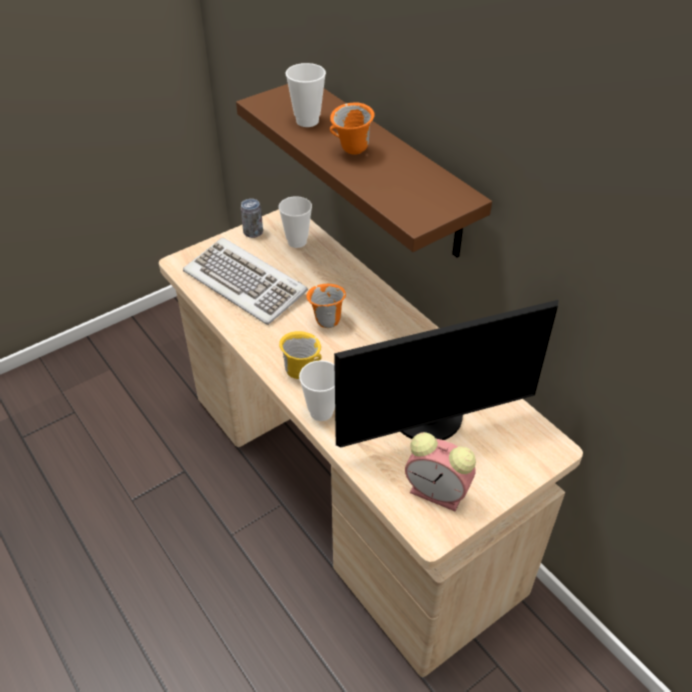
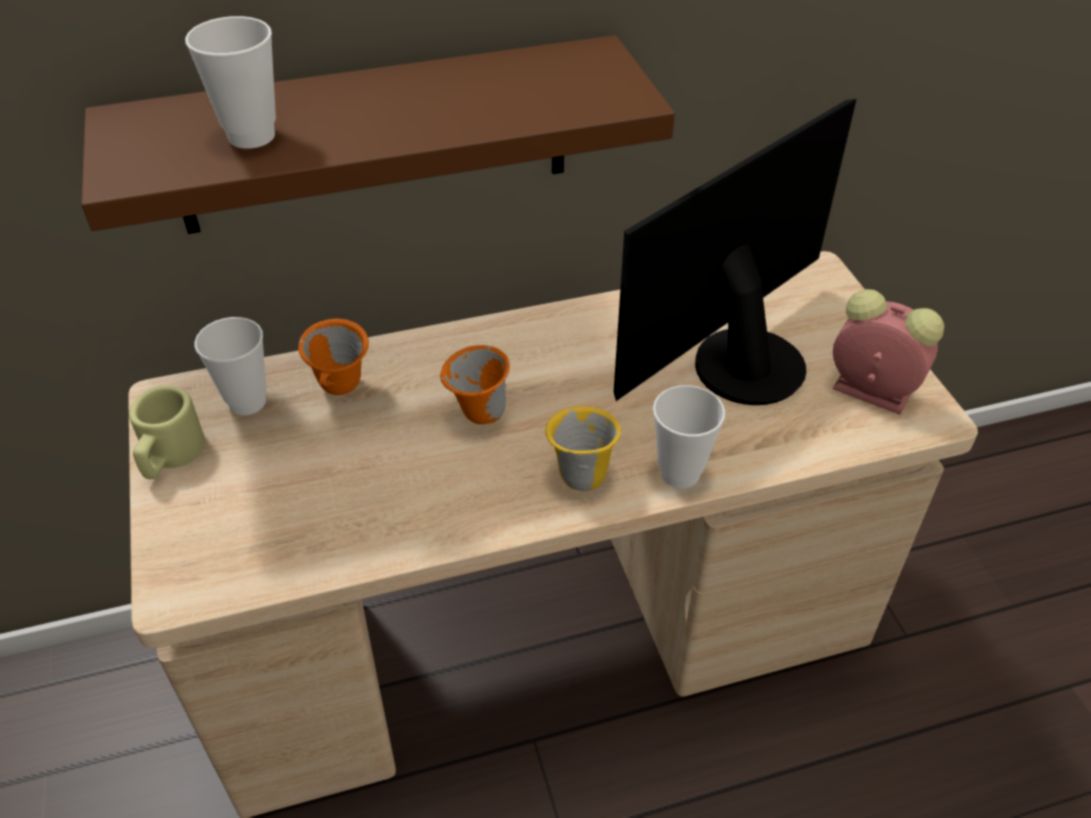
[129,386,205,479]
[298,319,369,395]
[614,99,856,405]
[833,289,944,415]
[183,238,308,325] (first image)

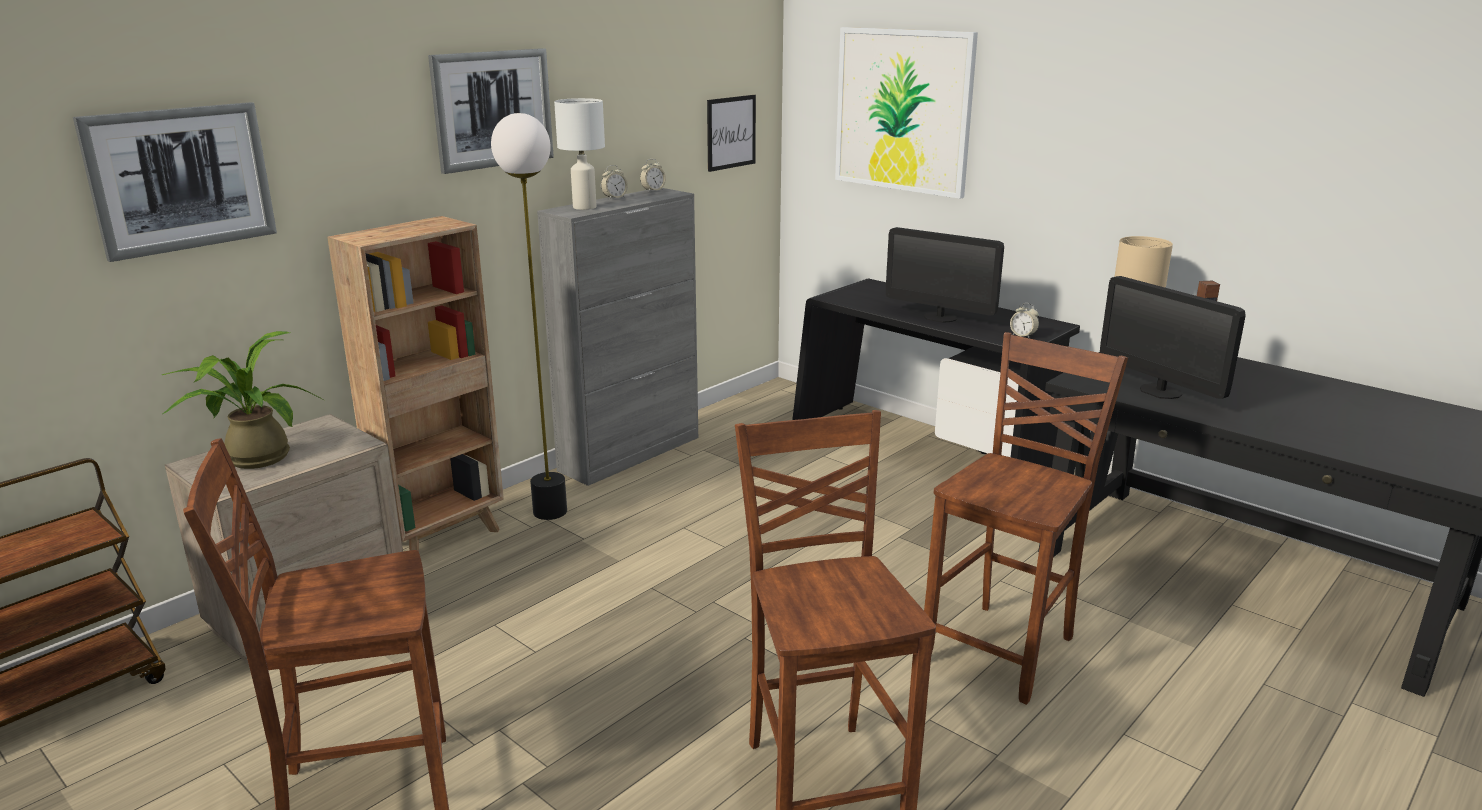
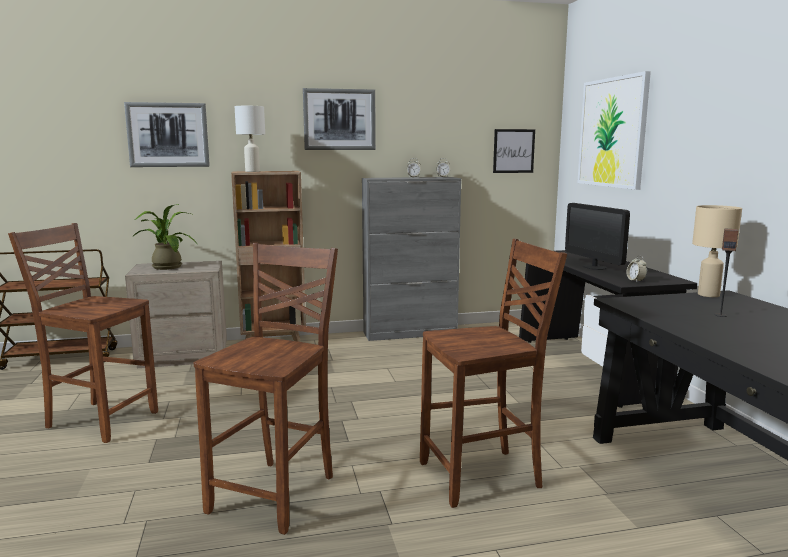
[235,106,265,172]
[491,113,567,520] (first image)
[1100,276,1246,399] (first image)

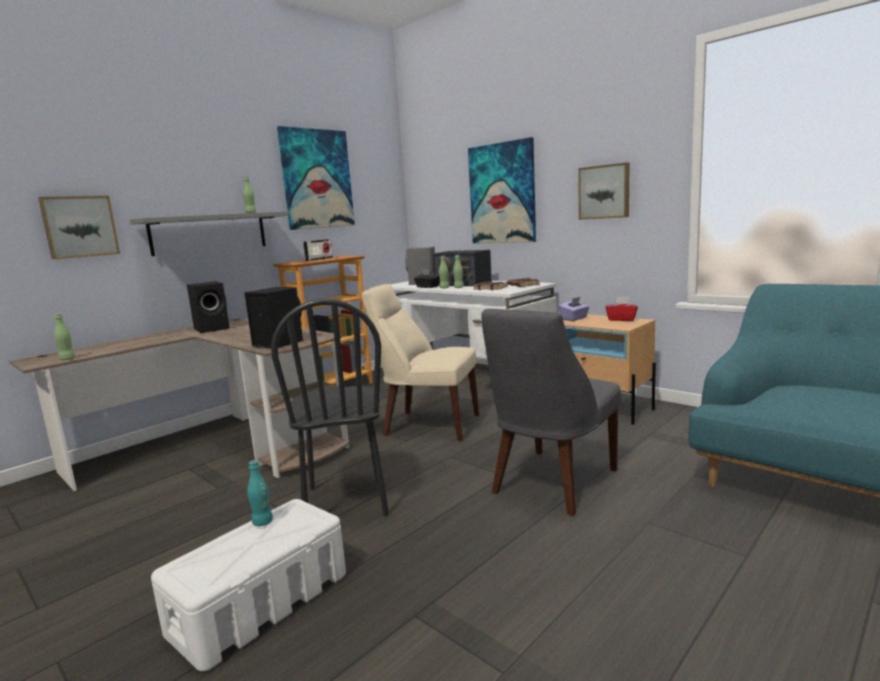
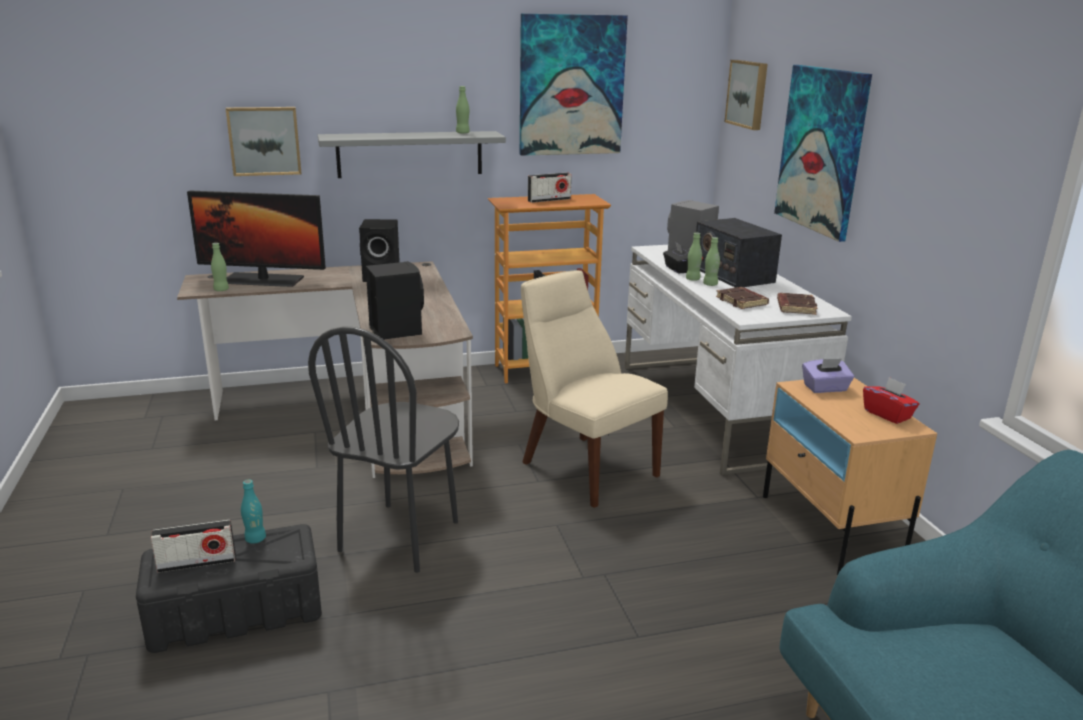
[136,524,322,653]
[151,520,236,573]
[187,191,326,287]
[724,60,768,130]
[481,309,621,516] (first image)

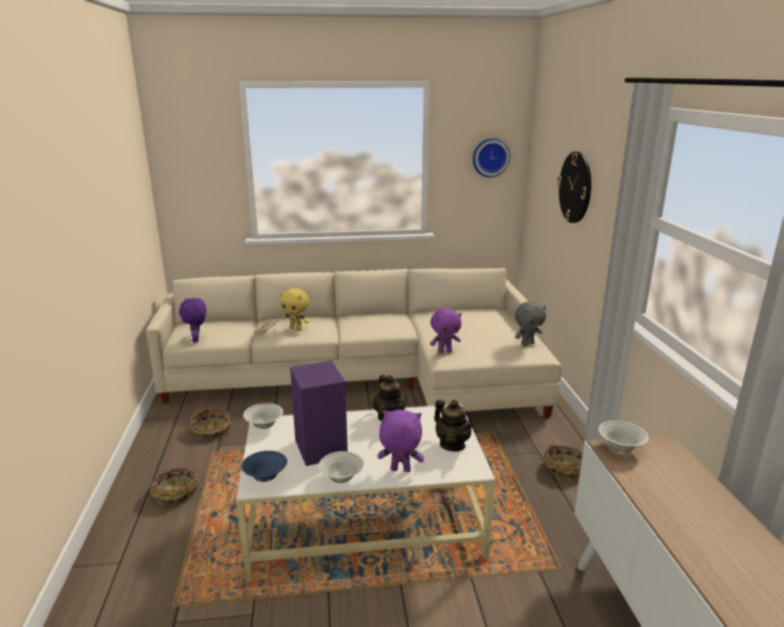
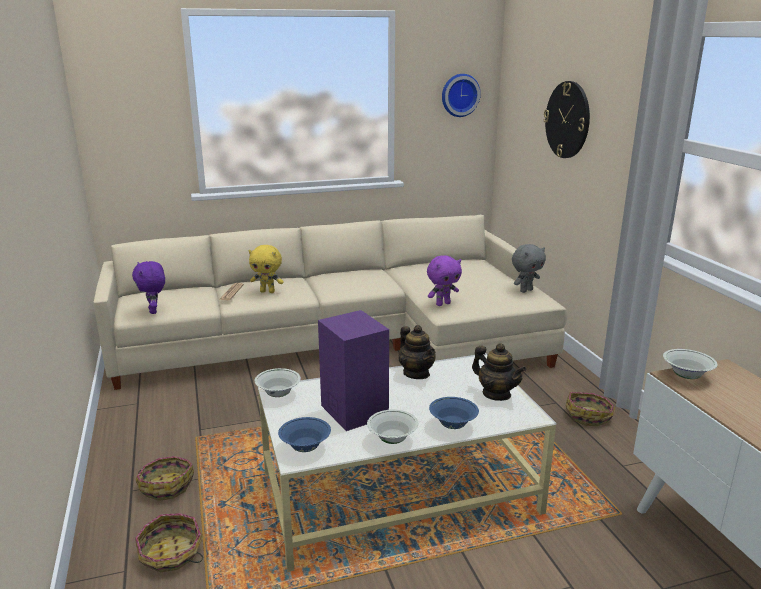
[135,513,203,572]
[429,397,479,429]

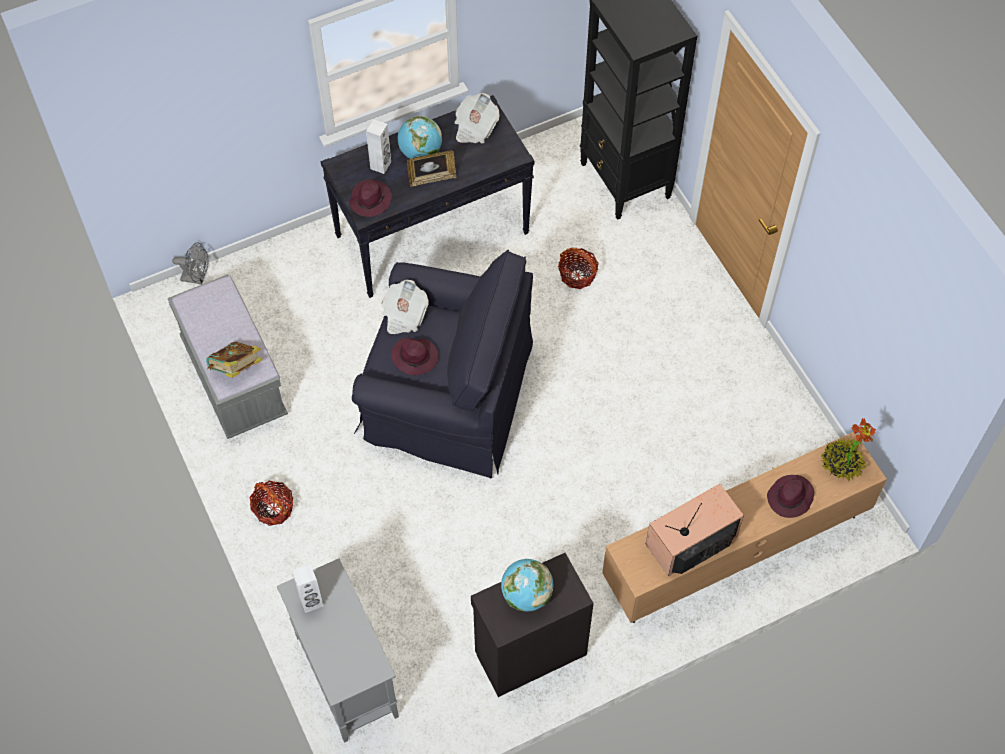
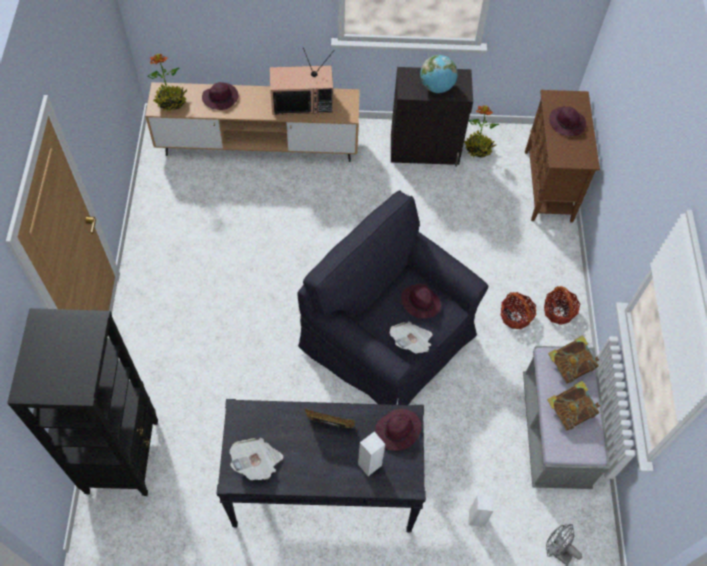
[464,105,499,158]
[469,495,494,527]
[501,292,536,329]
[525,90,600,223]
[547,381,600,430]
[549,107,586,136]
[398,116,442,159] (first image)

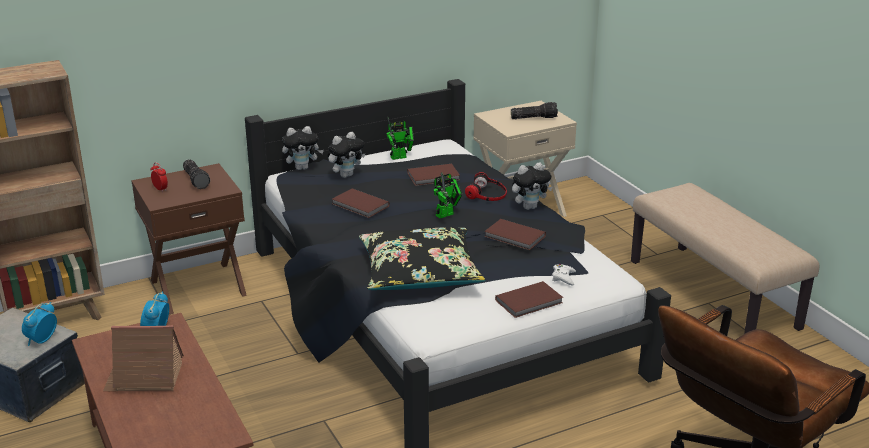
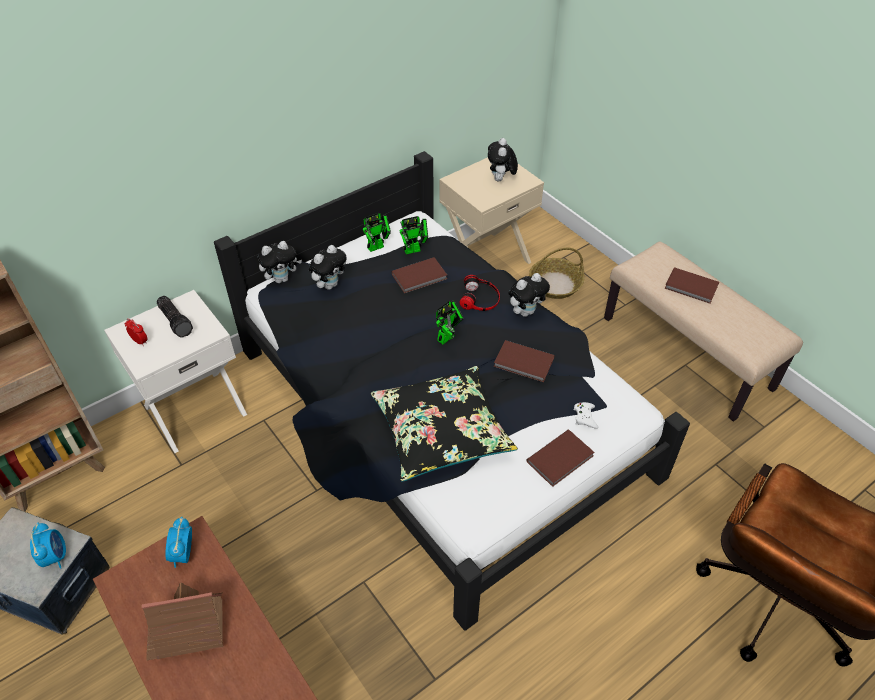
[30,522,66,569]
[104,290,247,453]
[400,216,428,255]
[488,138,518,181]
[529,247,585,299]
[664,267,719,304]

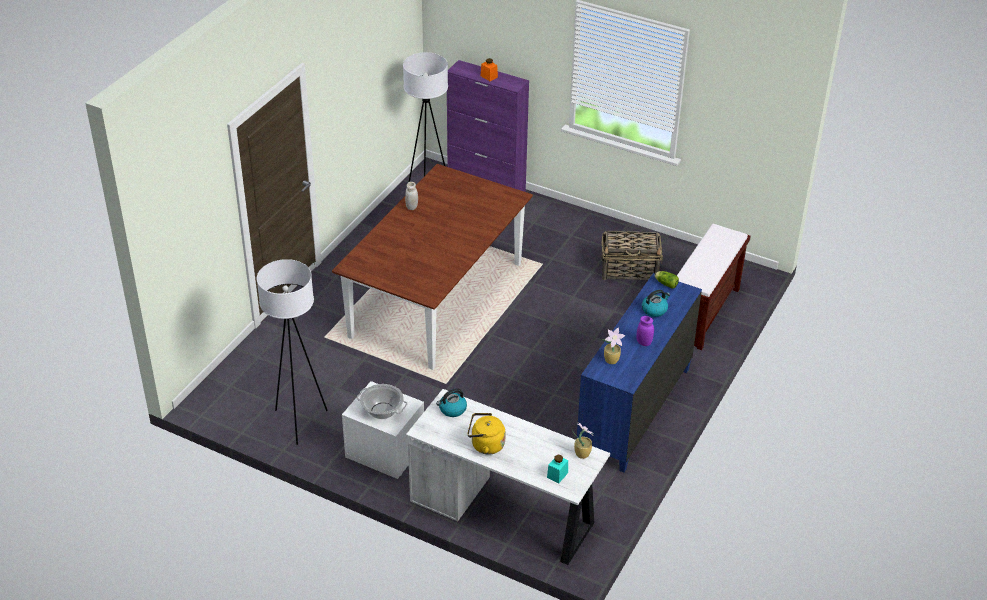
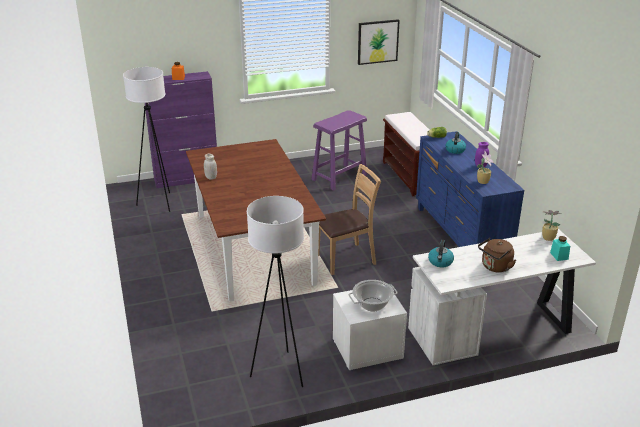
[311,110,368,191]
[318,164,381,275]
[358,19,400,65]
[478,238,516,273]

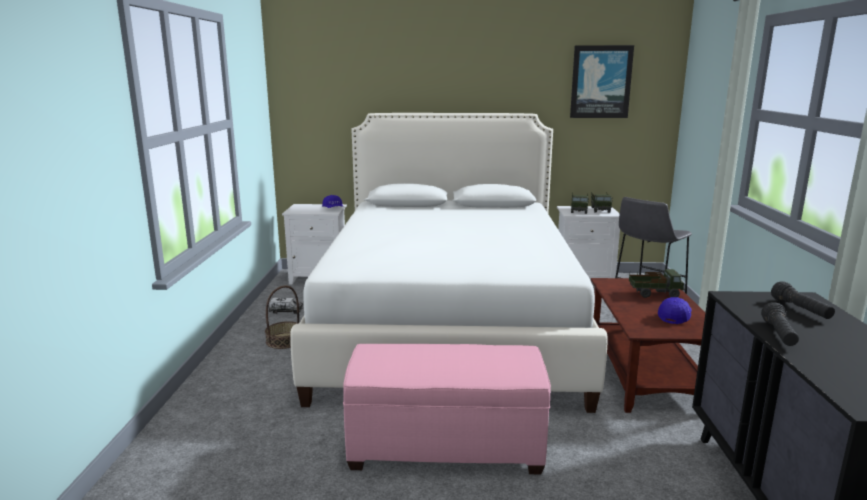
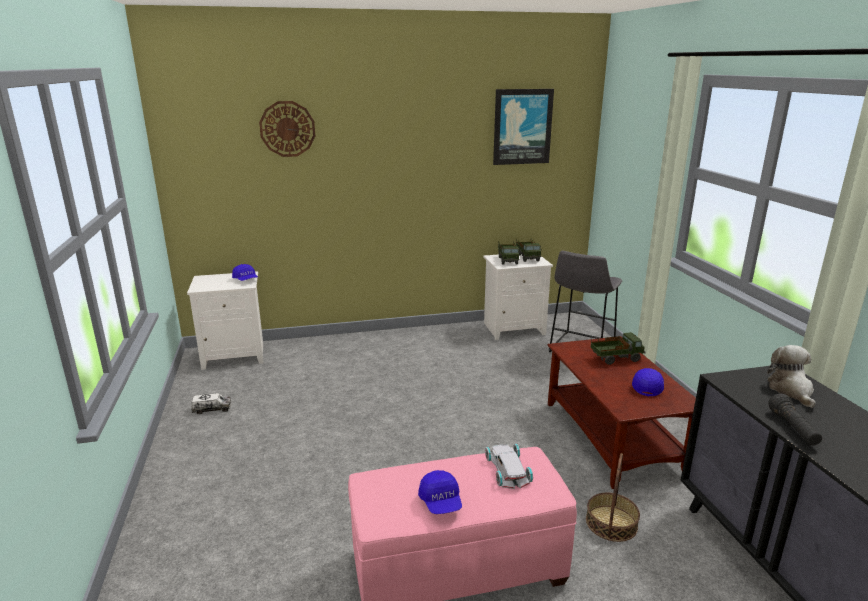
[259,101,315,157]
[418,470,462,514]
[485,444,533,489]
[586,453,640,542]
[767,345,816,408]
[290,113,607,413] (first image)

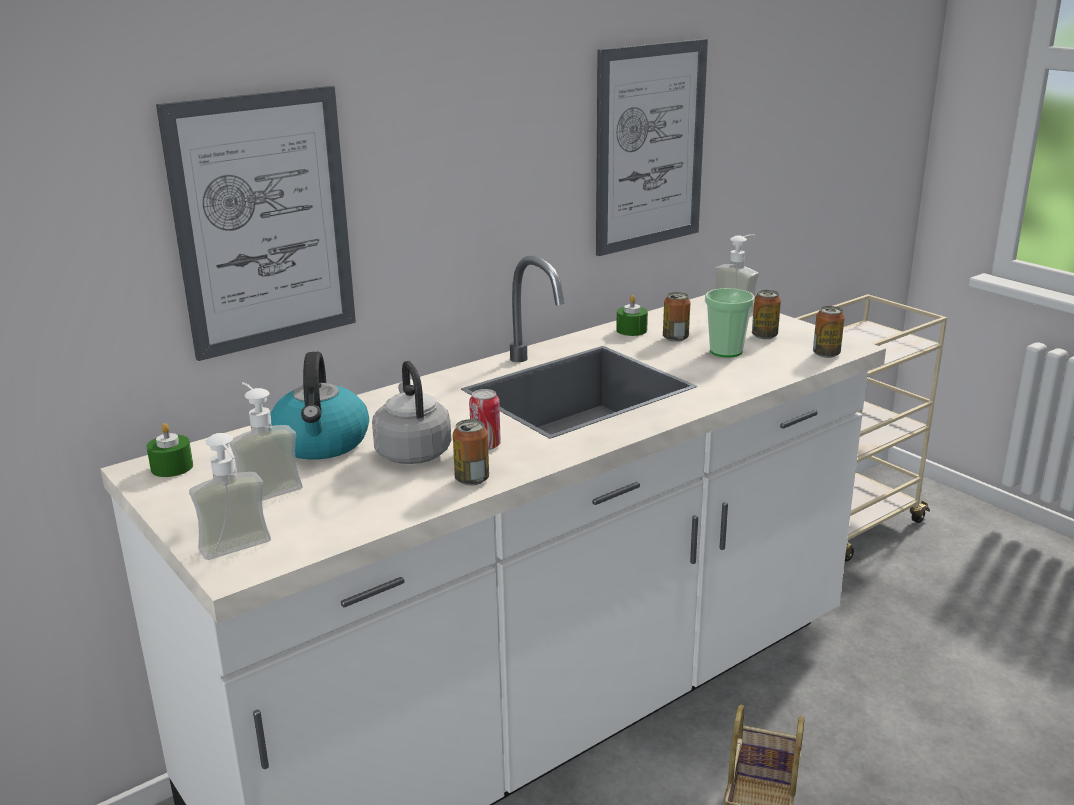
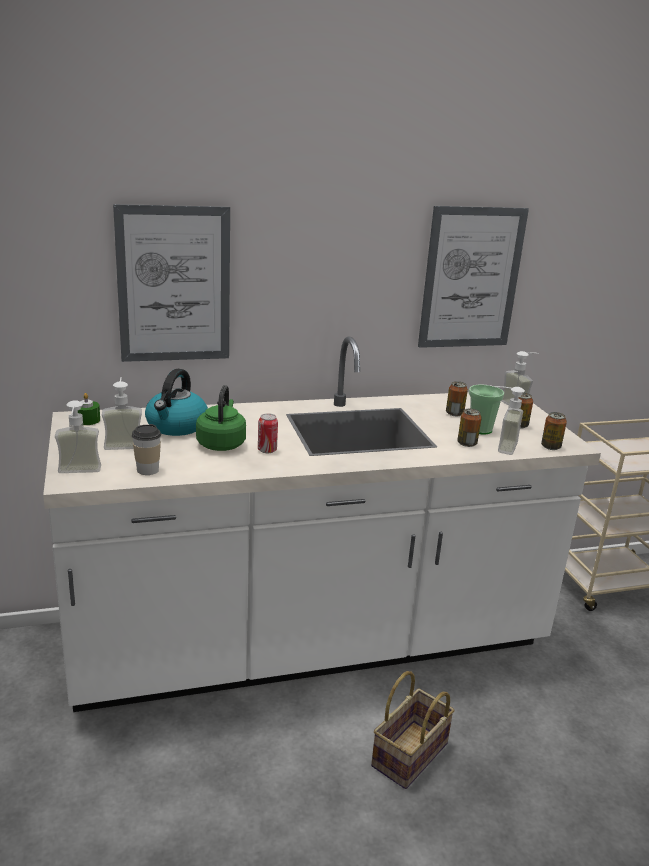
[132,424,161,475]
[196,385,246,451]
[457,409,482,447]
[494,386,525,455]
[616,295,648,336] (first image)

